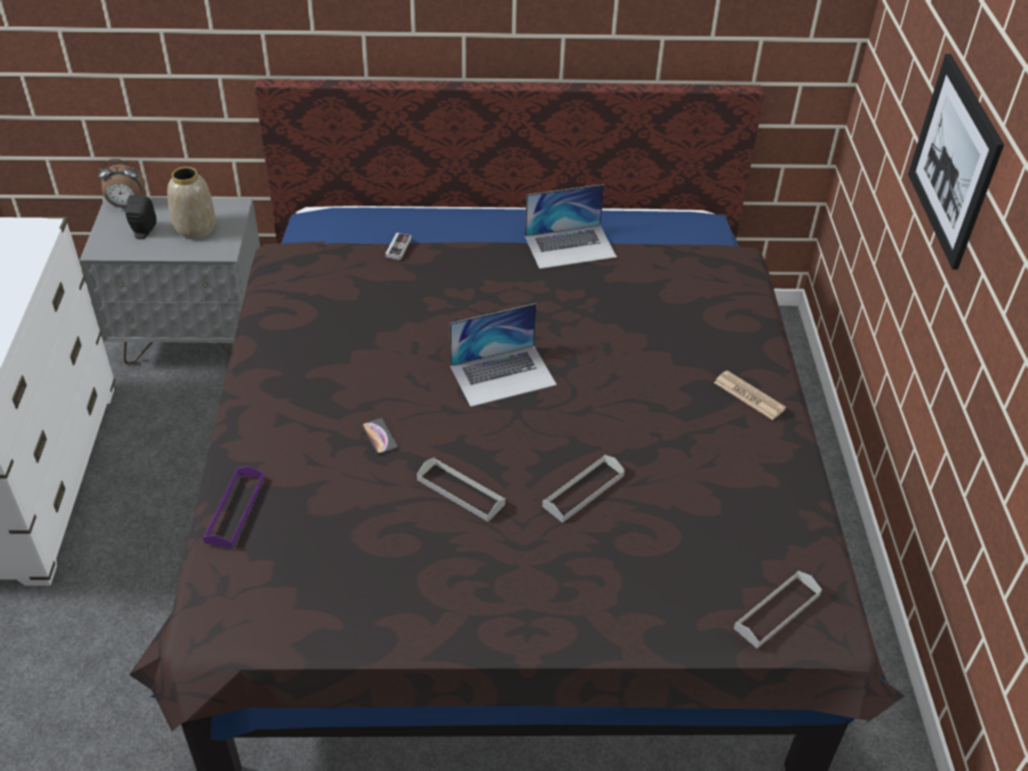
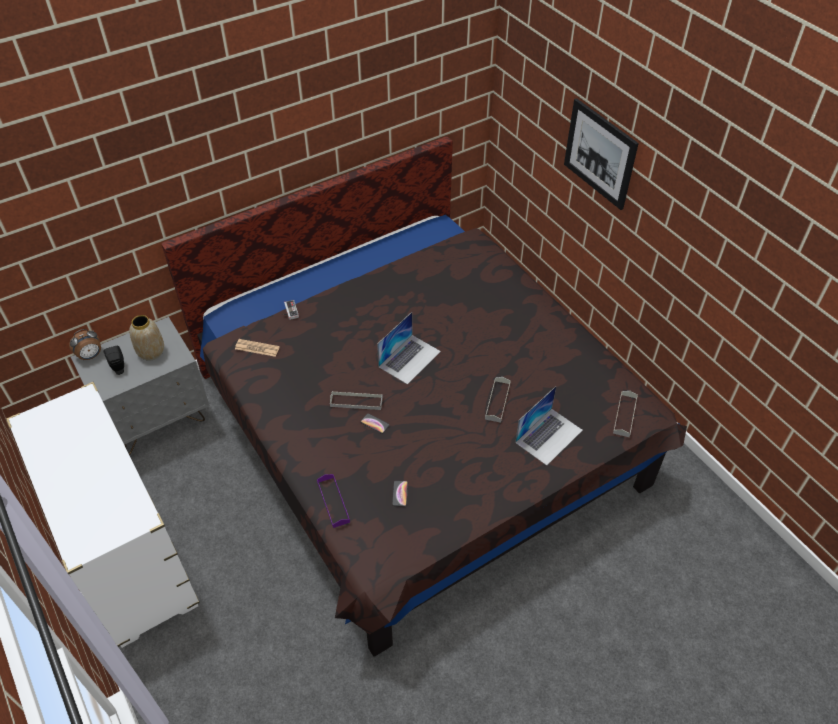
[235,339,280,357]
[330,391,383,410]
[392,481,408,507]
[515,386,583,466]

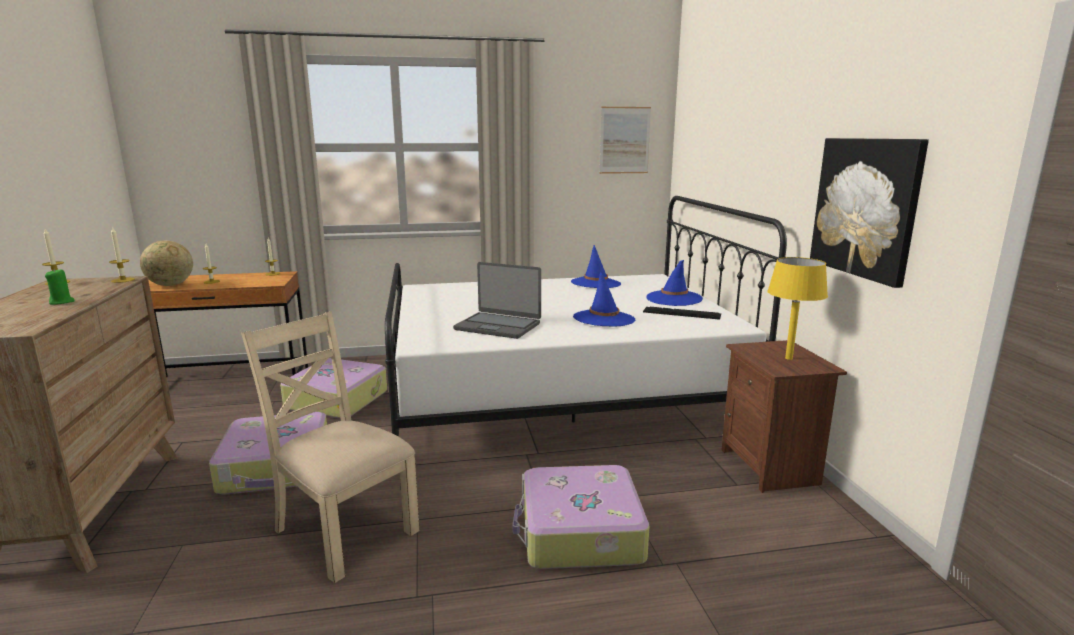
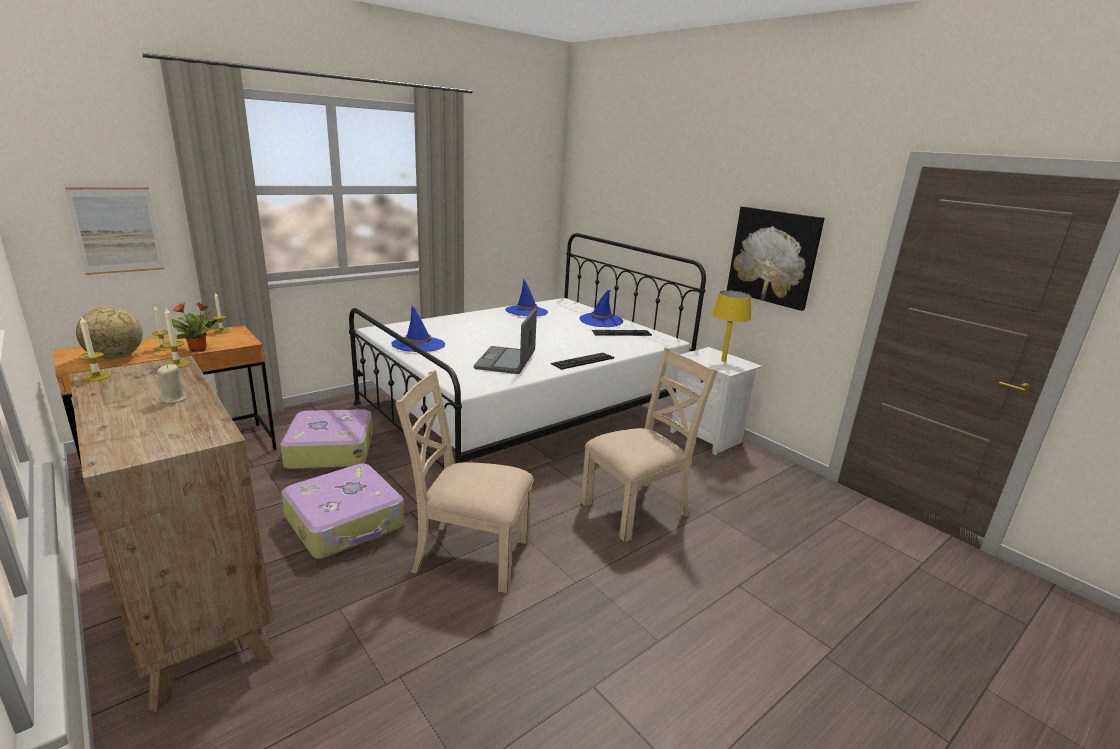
[65,187,164,275]
[157,364,187,404]
[171,302,217,352]
[391,304,445,352]
[474,308,537,374]
[551,353,614,370]
[581,348,718,542]
[670,347,762,455]

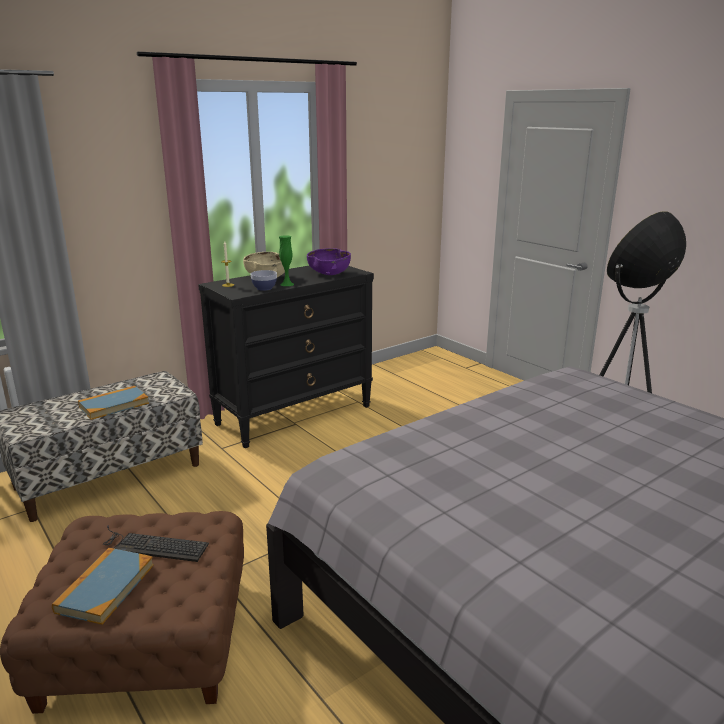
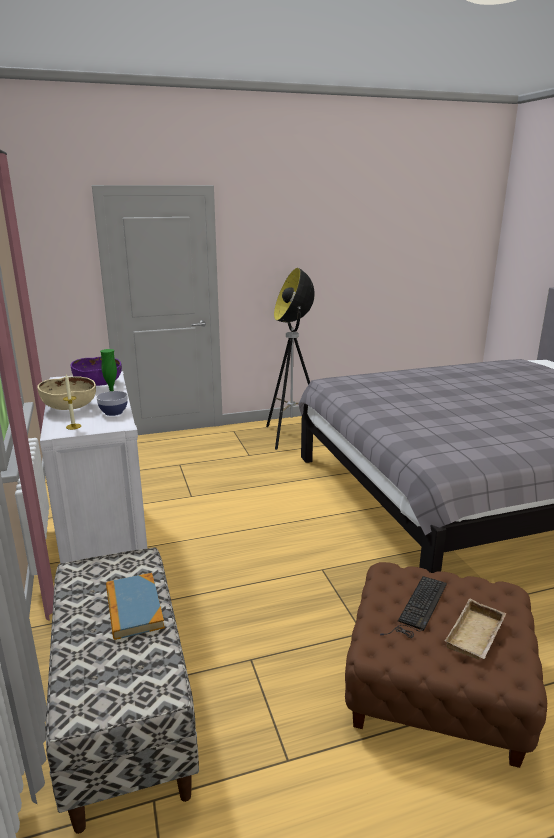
[40,371,147,564]
[445,599,506,660]

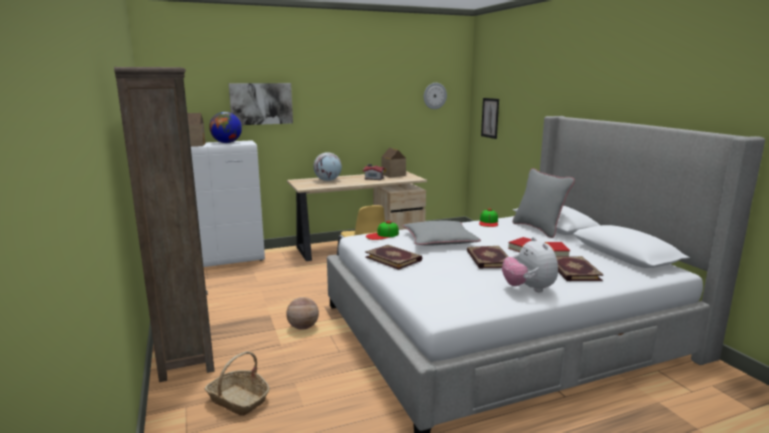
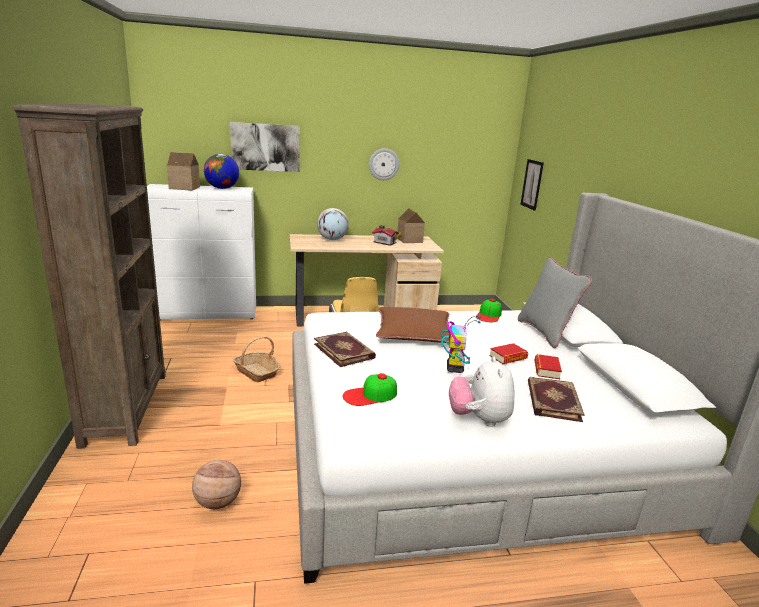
[192,460,241,509]
[233,336,280,382]
[343,373,397,406]
[369,148,399,180]
[376,307,450,343]
[441,316,481,373]

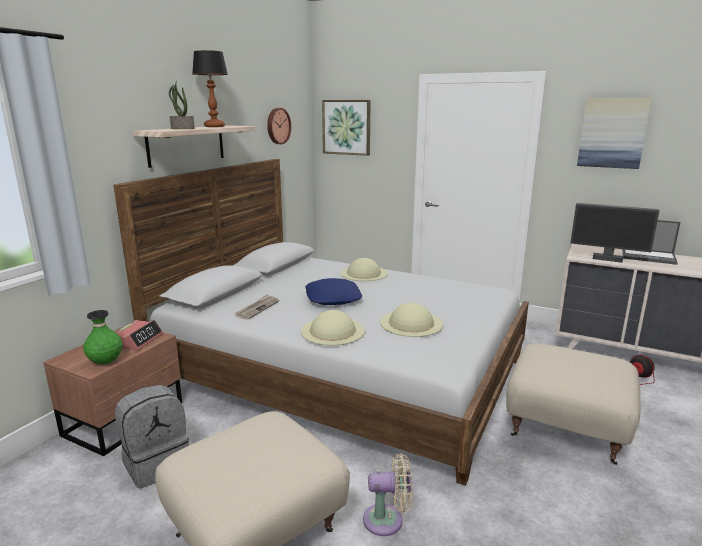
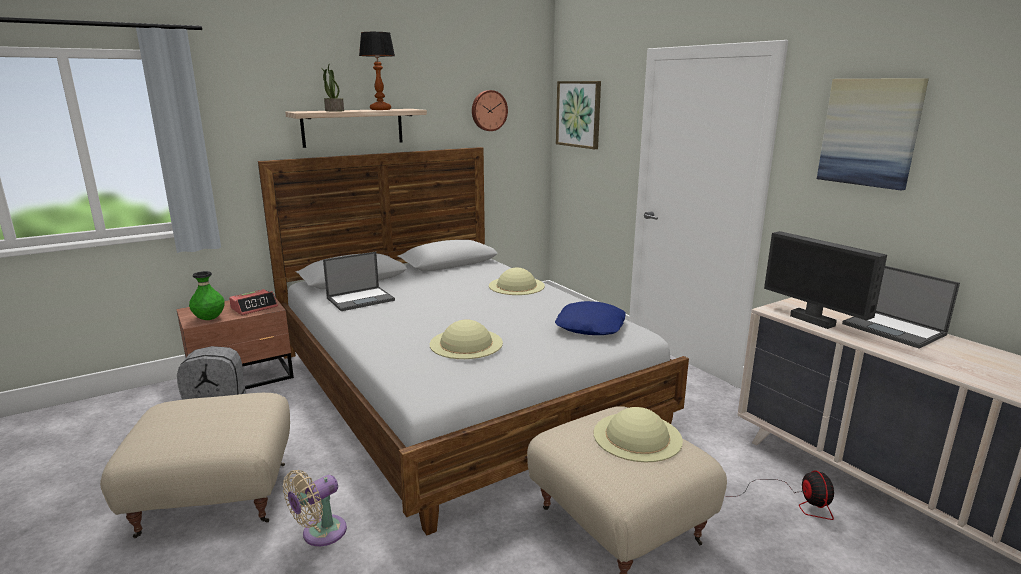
[283,470,347,546]
[323,252,395,311]
[555,301,626,335]
[594,407,683,462]

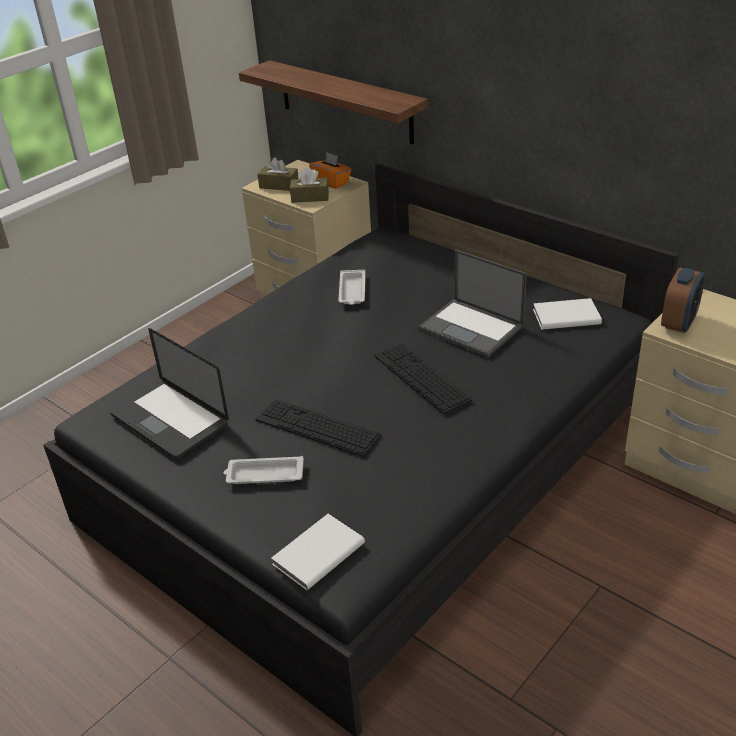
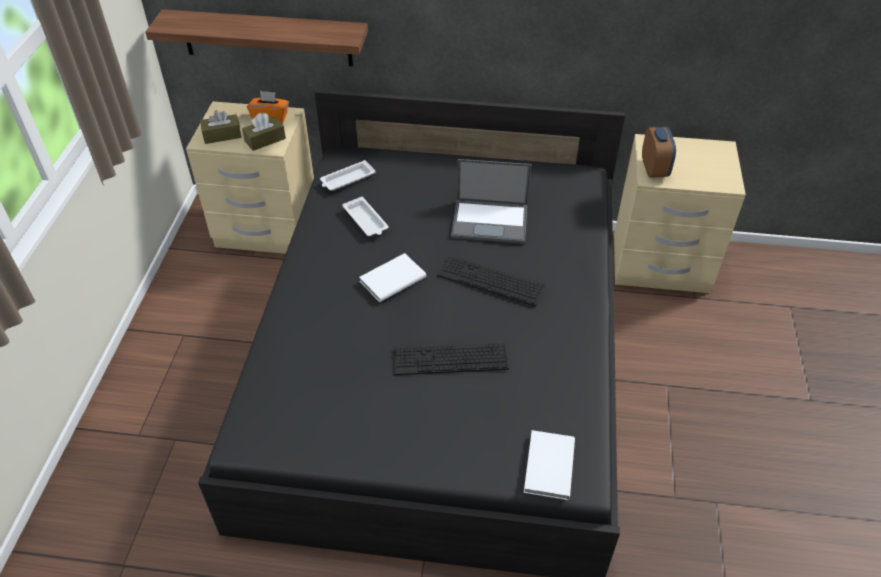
[320,160,376,190]
[359,253,426,302]
[110,328,229,459] (first image)

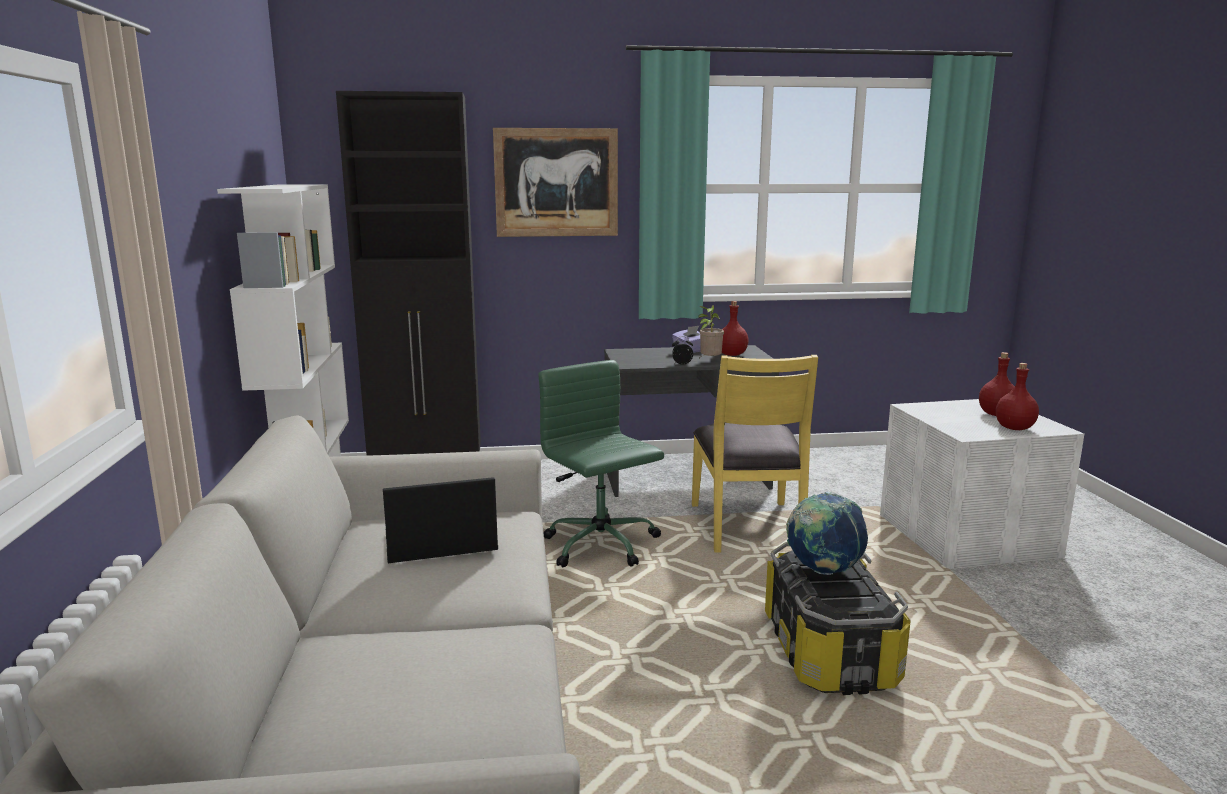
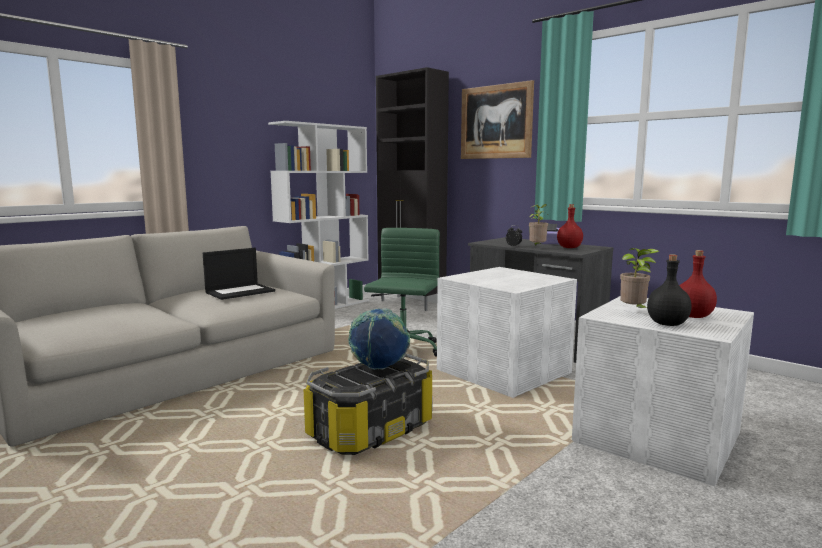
[203,248,275,300]
[437,267,577,398]
[620,248,660,308]
[647,254,692,326]

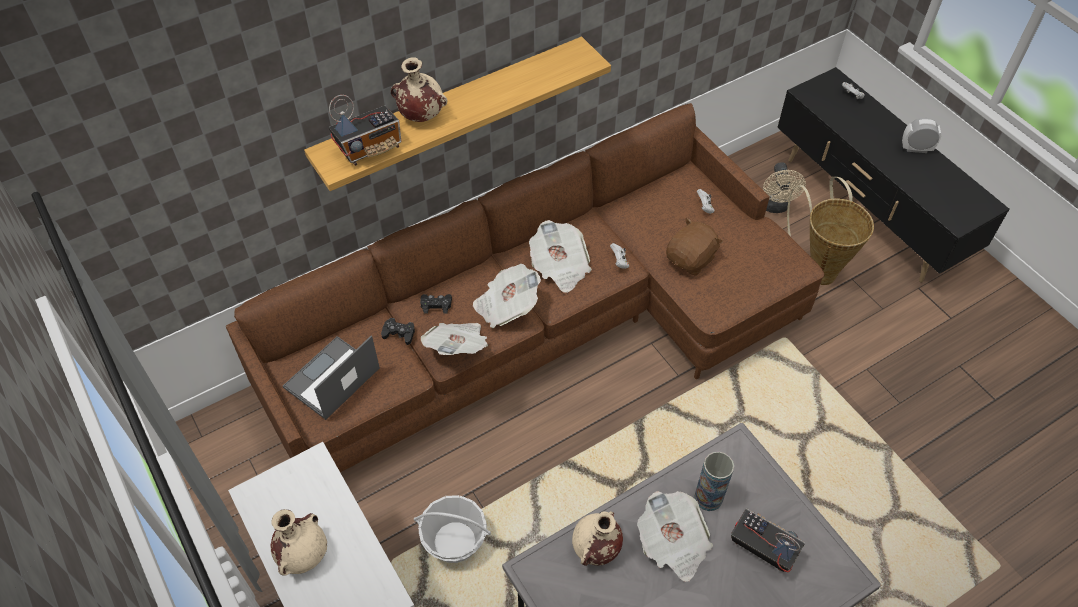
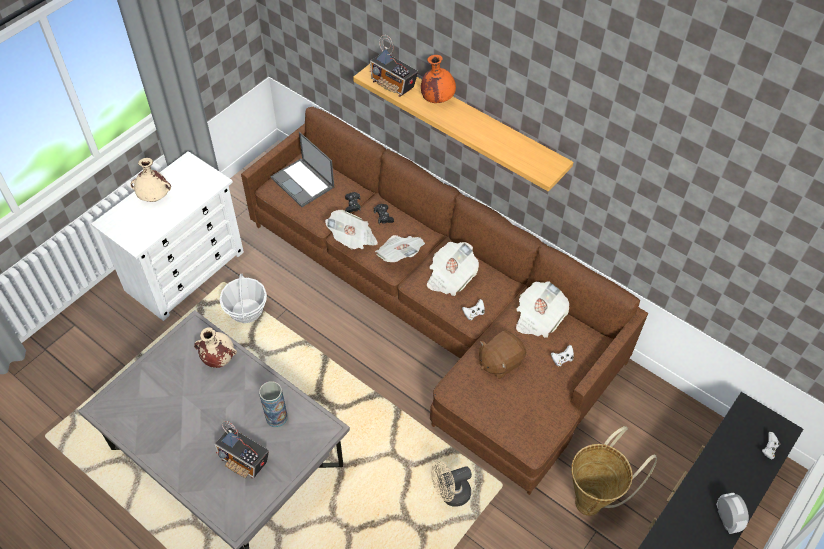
[215,421,269,478]
[270,132,334,207]
[421,55,456,103]
[431,460,472,507]
[479,331,526,379]
[516,281,569,338]

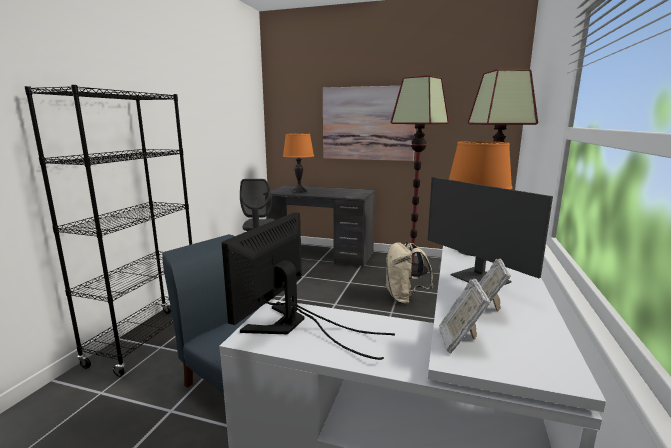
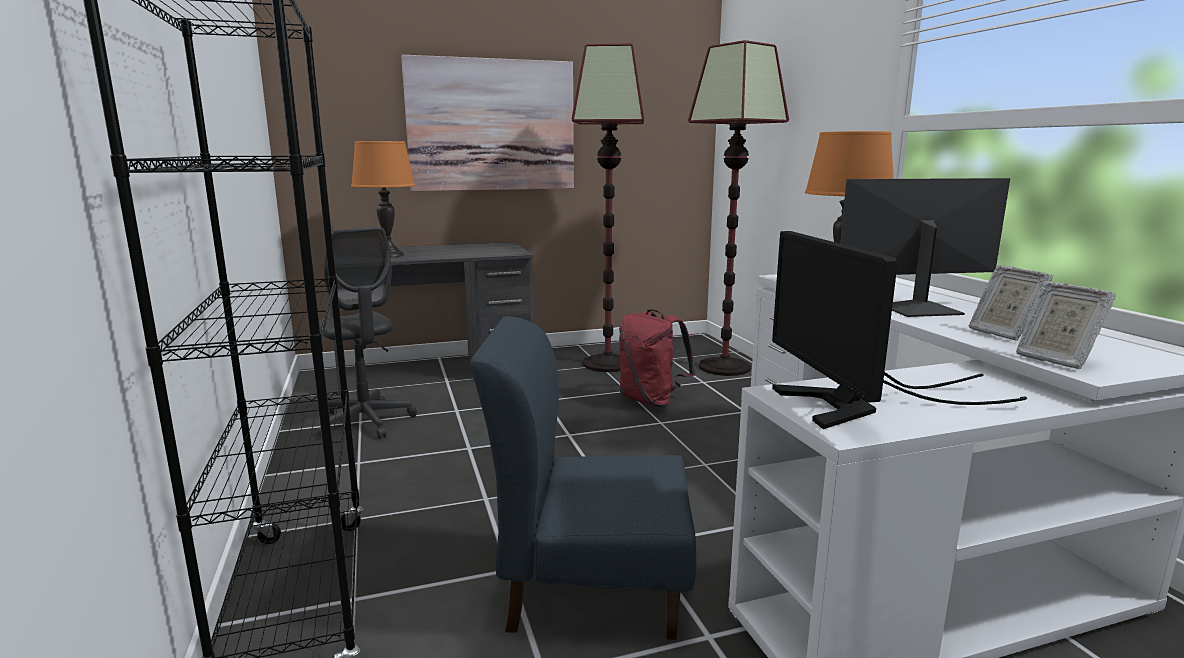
[619,310,695,408]
[840,178,1010,317]

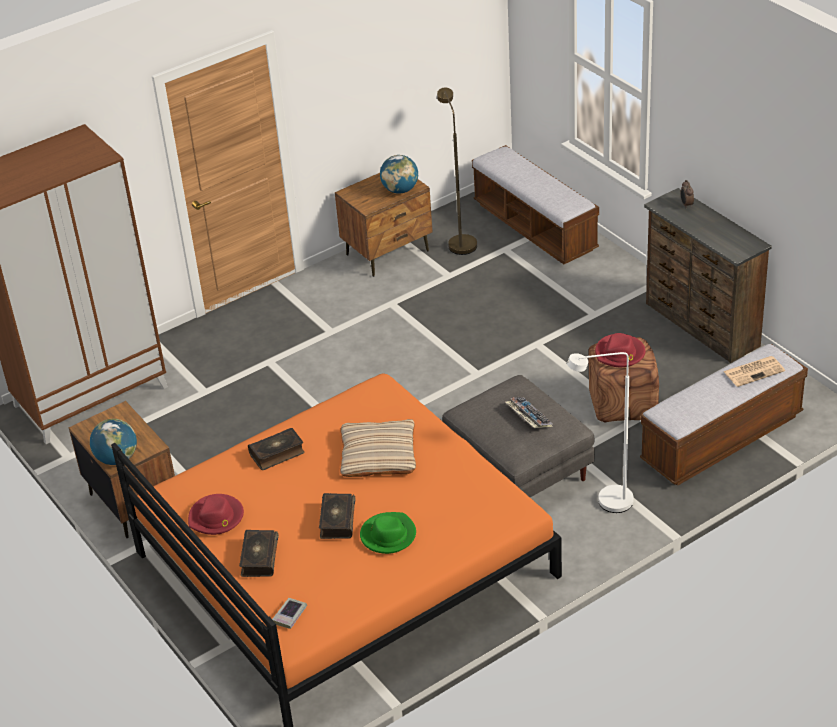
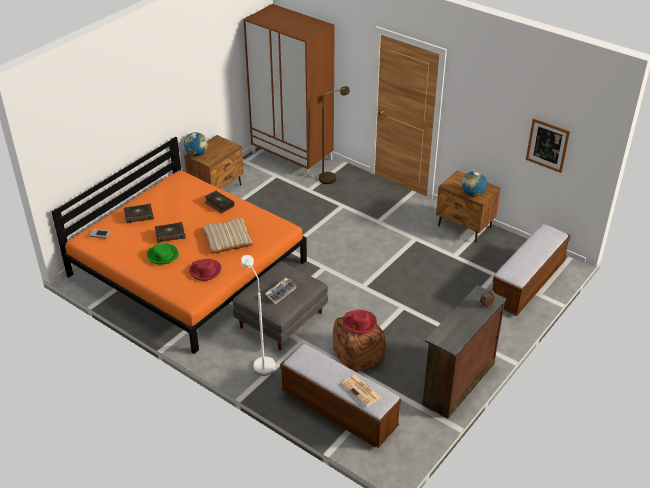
[189,259,221,281]
[319,86,350,184]
[526,118,570,173]

